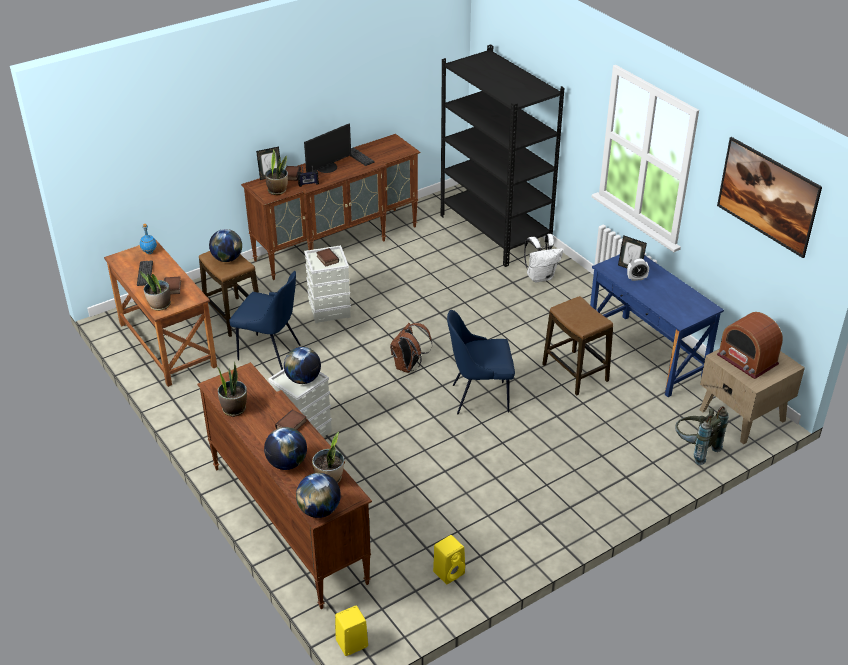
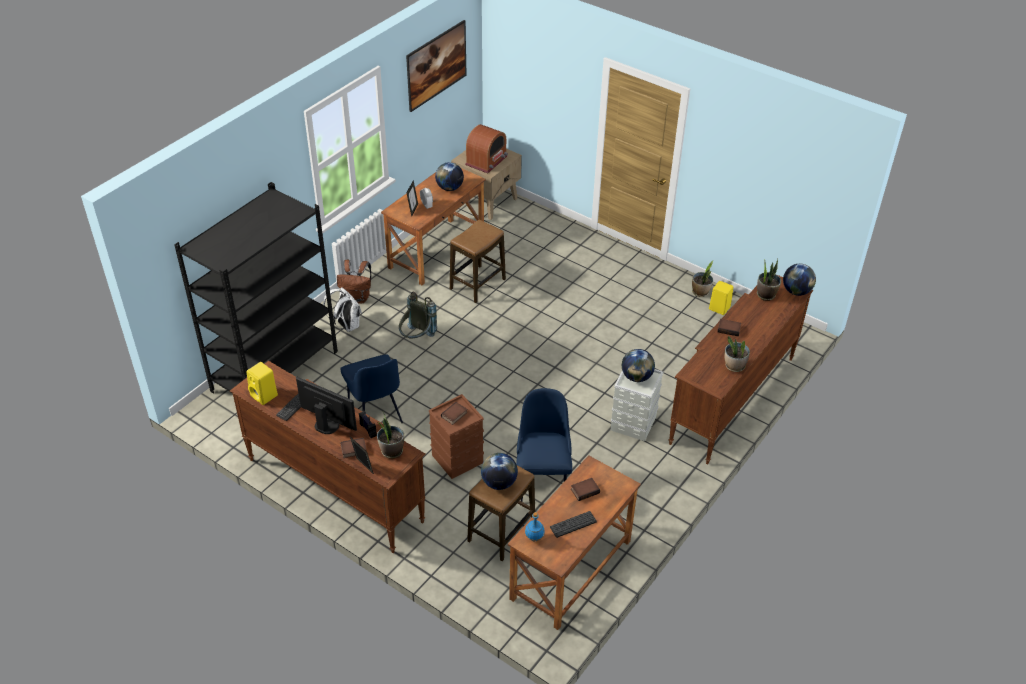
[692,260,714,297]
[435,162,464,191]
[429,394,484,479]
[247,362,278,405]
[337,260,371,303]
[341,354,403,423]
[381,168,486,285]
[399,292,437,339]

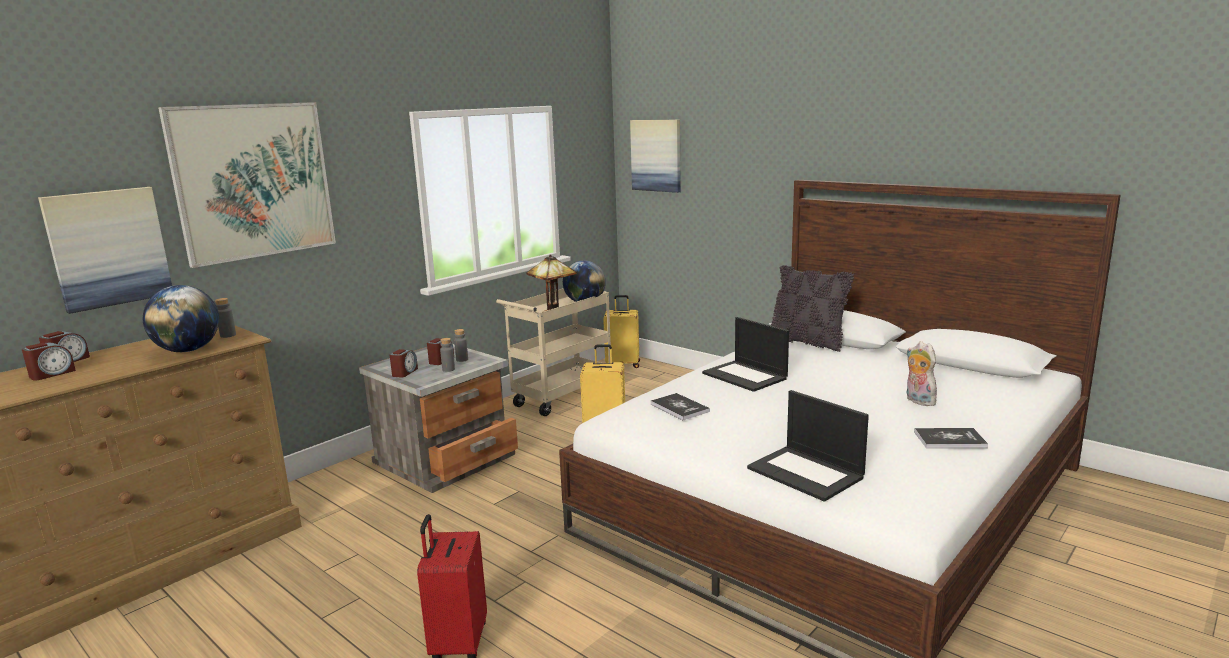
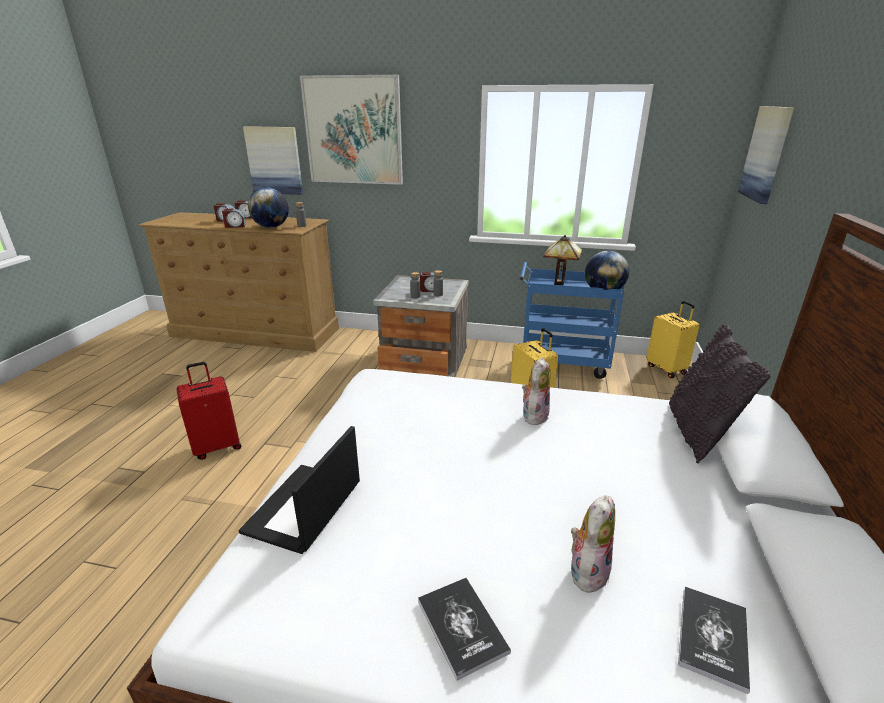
[222,209,246,228]
[520,262,624,379]
[678,586,750,694]
[522,358,550,425]

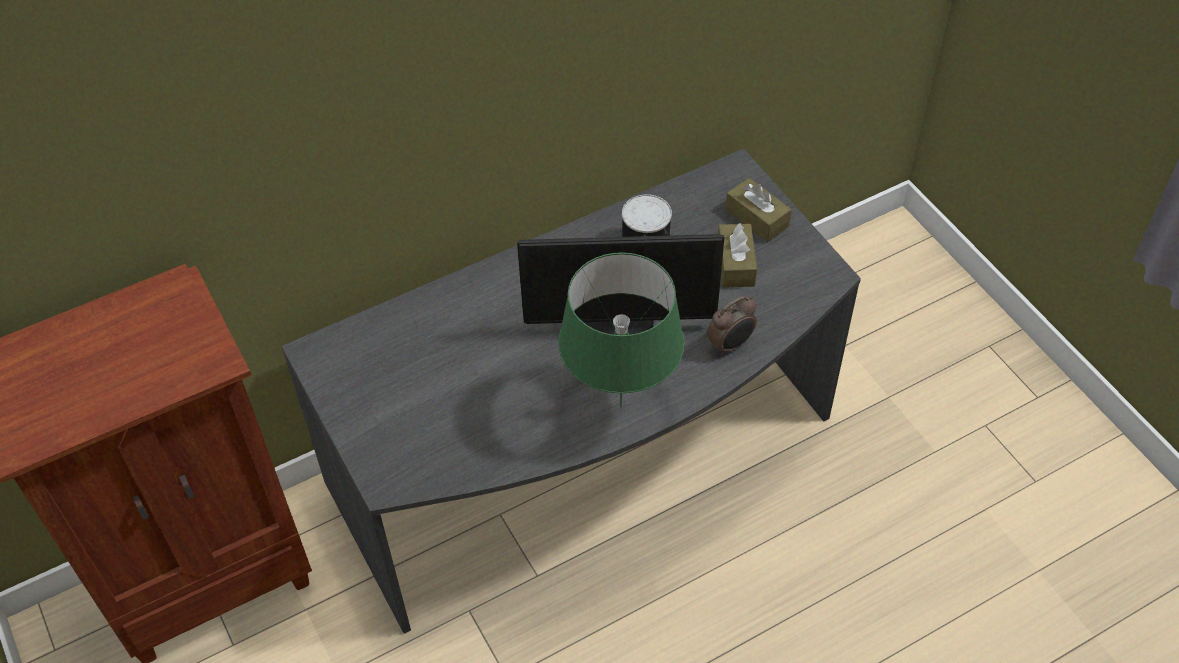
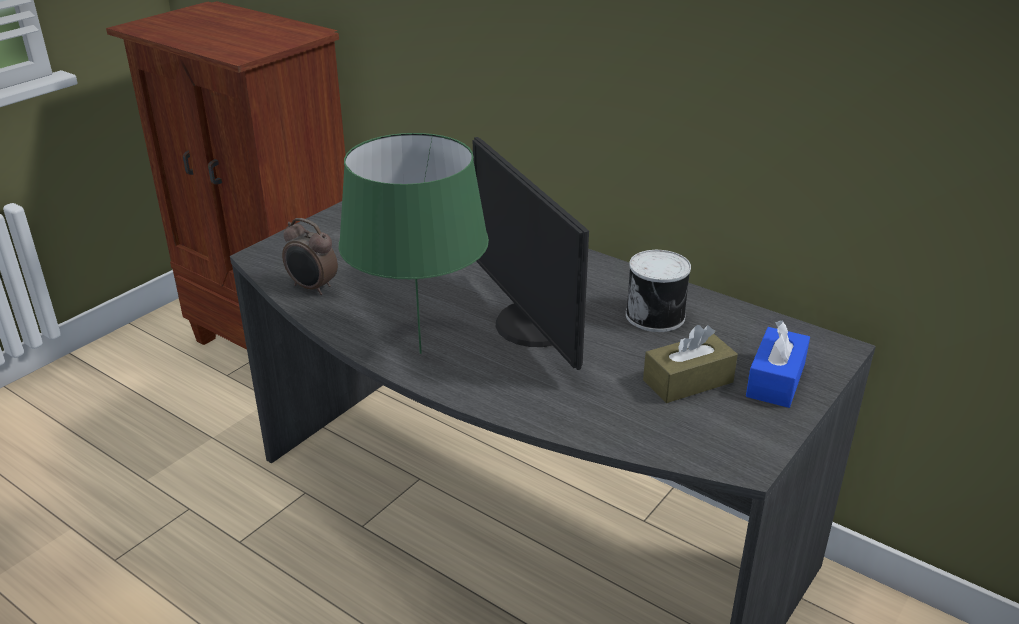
[282,218,338,295]
[746,320,810,408]

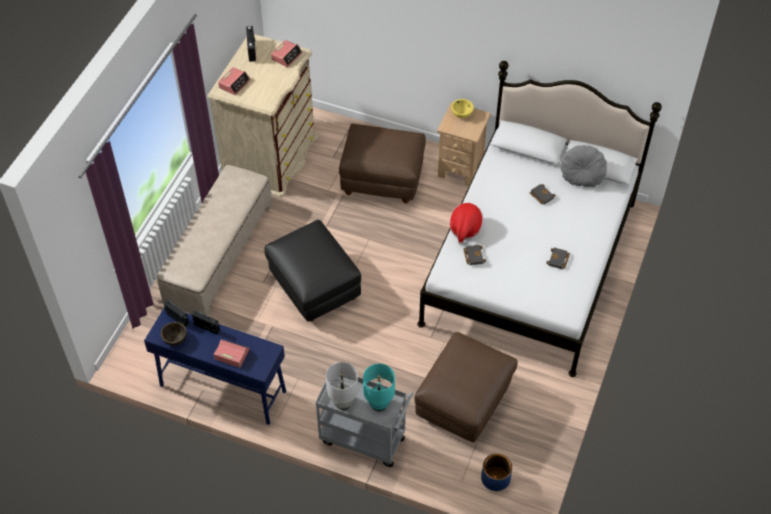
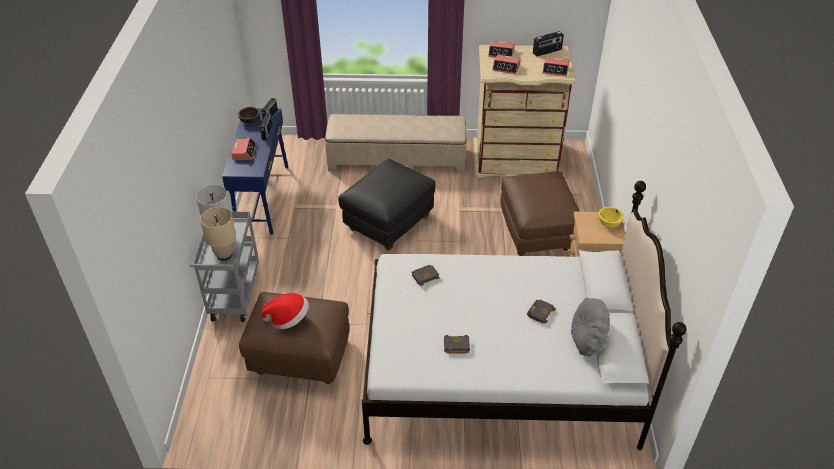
[200,207,236,261]
[262,293,309,329]
[481,453,512,491] (first image)
[492,54,521,74]

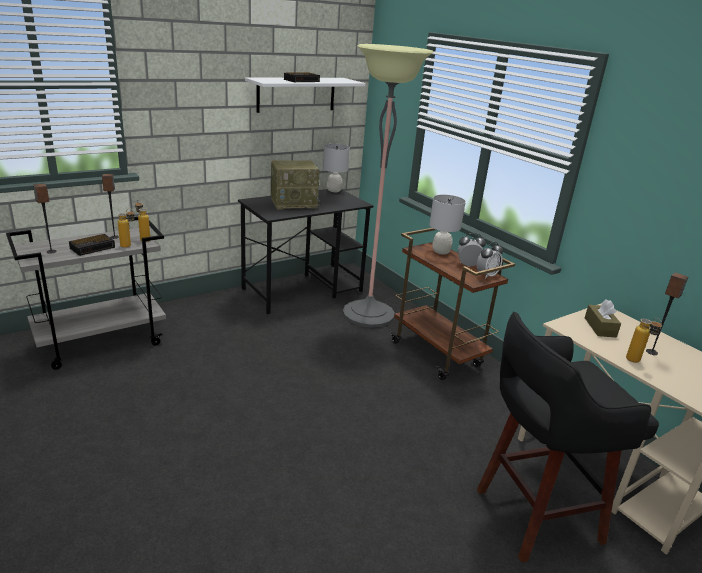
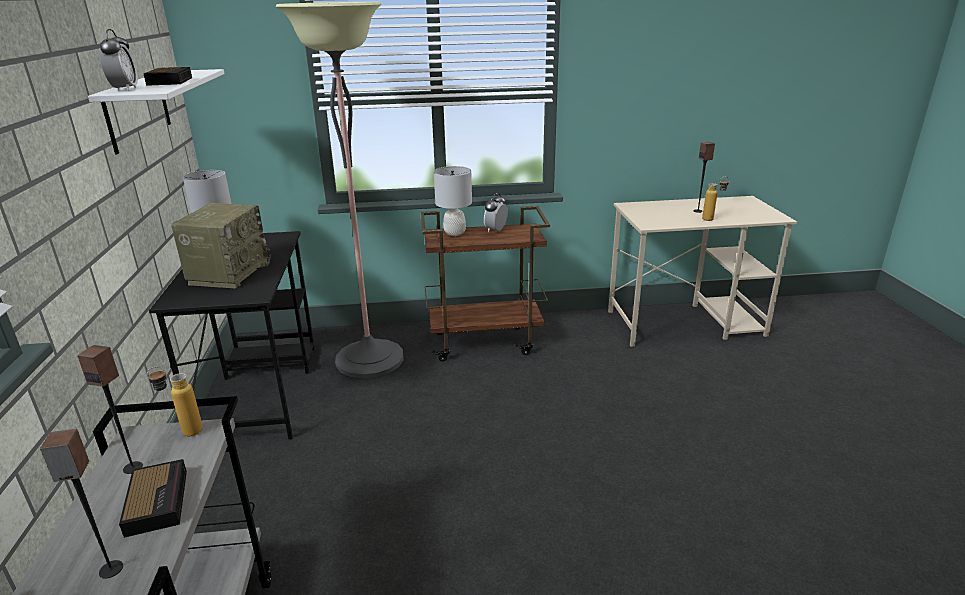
[118,208,135,248] (first image)
[99,29,138,91]
[477,311,659,562] (first image)
[585,299,621,337] (first image)

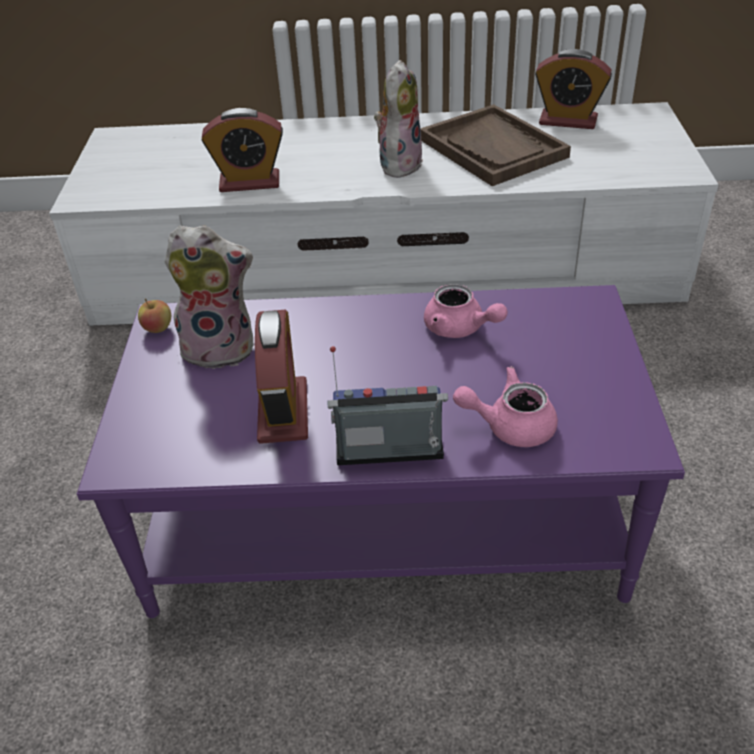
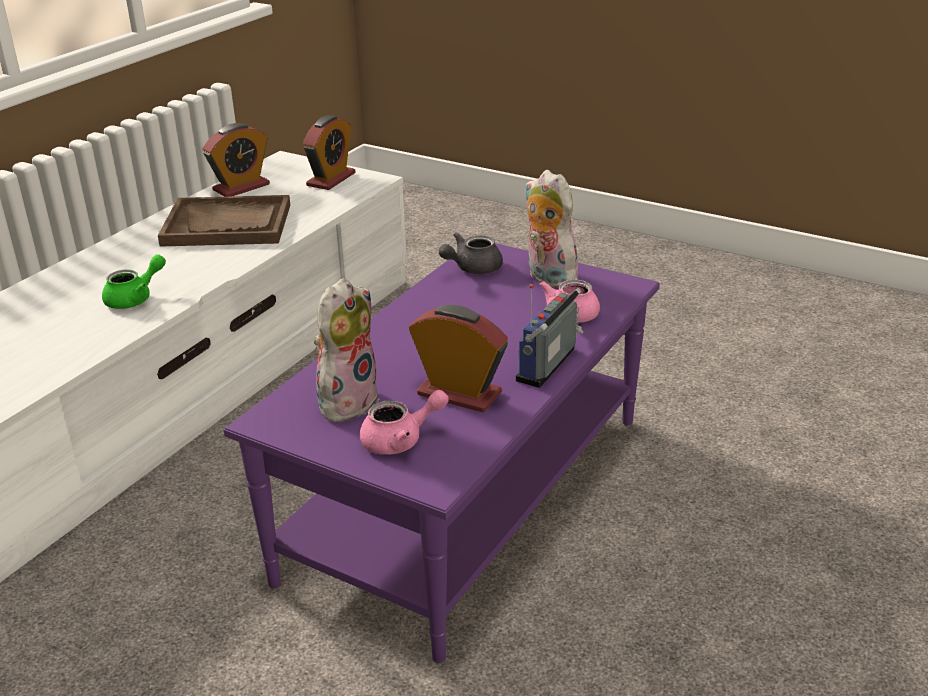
[138,299,171,333] (first image)
[302,115,355,190]
[526,170,578,289]
[360,390,449,455]
[102,254,166,309]
[439,232,503,274]

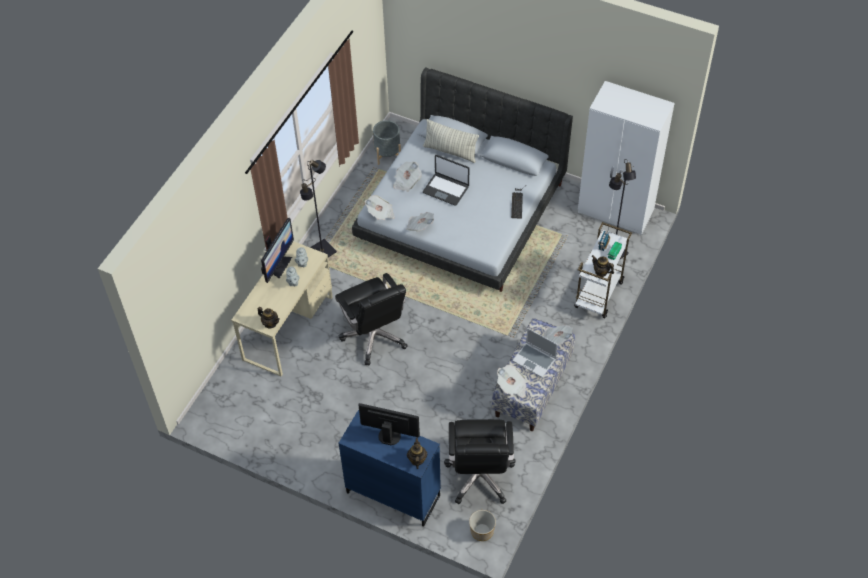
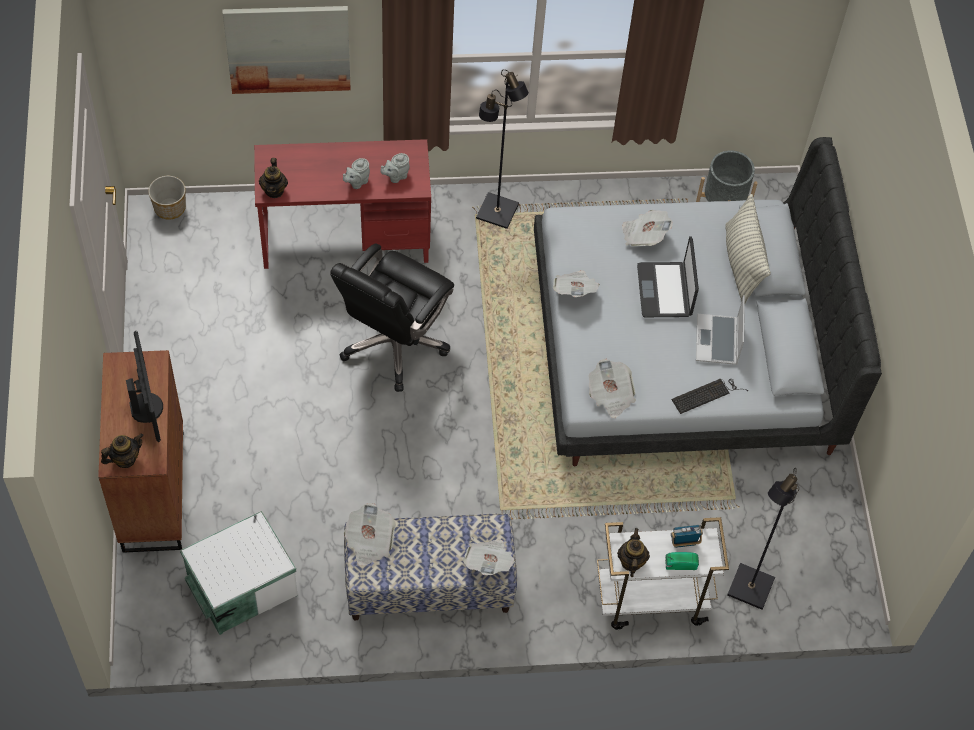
[254,139,431,269]
[261,218,294,283] (first image)
[98,350,183,553]
[588,359,636,418]
[180,511,298,635]
[148,176,186,220]
[696,295,745,365]
[578,81,674,235] (first image)
[223,6,351,94]

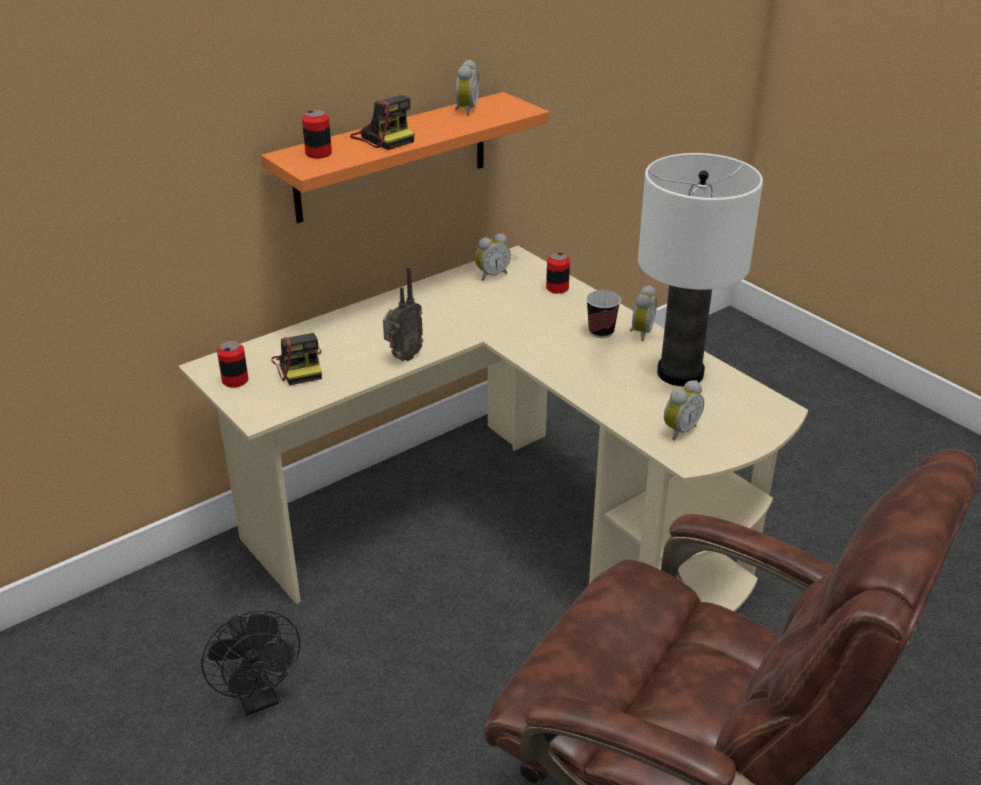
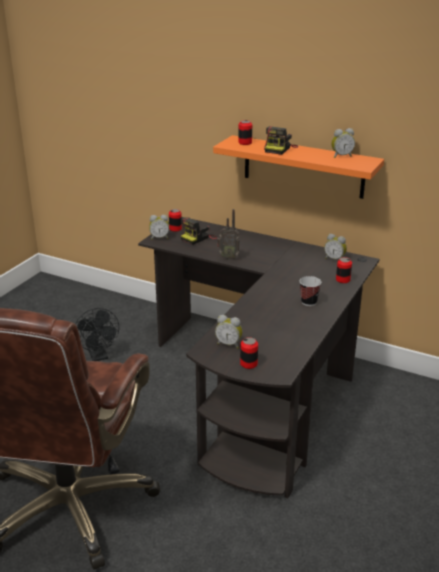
[138,217,380,498]
[75,308,119,361]
[149,215,169,240]
[638,153,763,386] (first image)
[240,337,258,369]

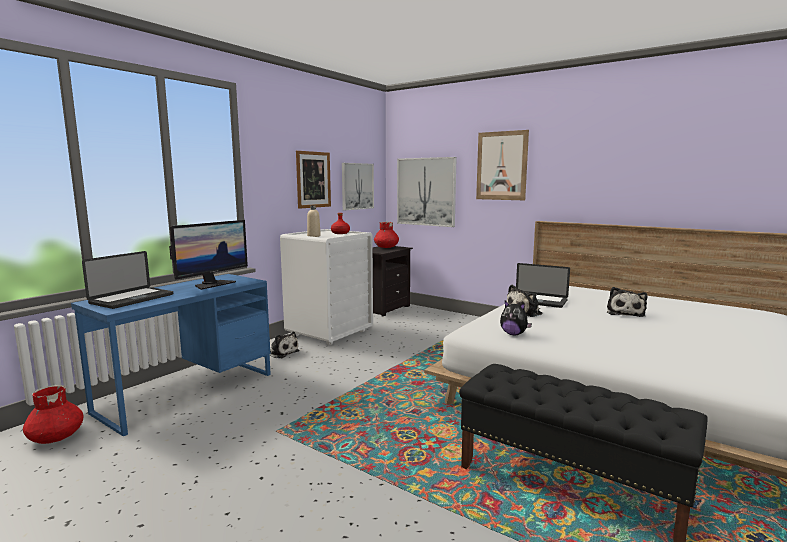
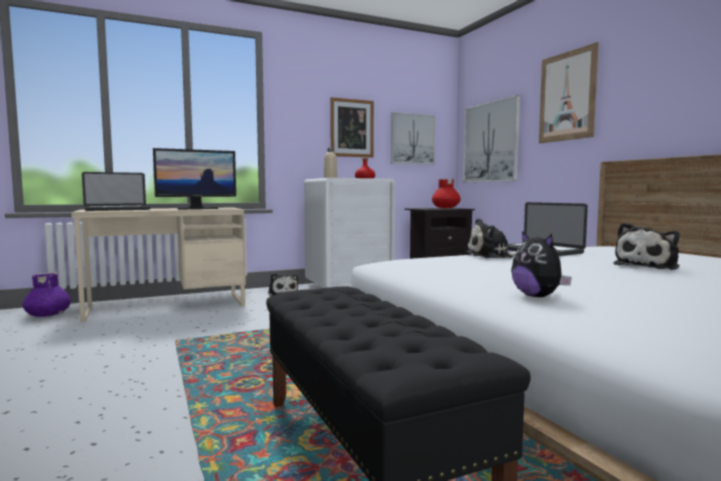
[22,273,71,317]
[71,207,246,322]
[511,231,572,297]

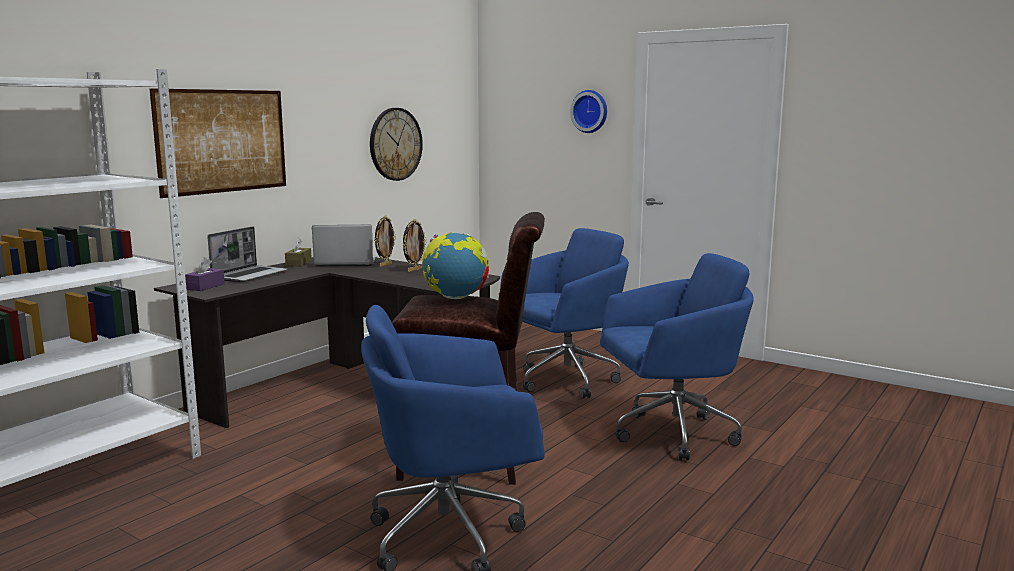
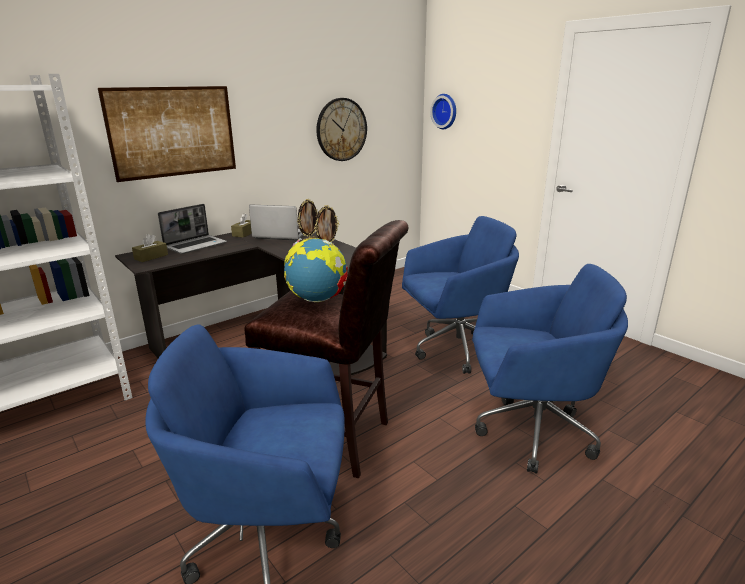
[132,234,168,262]
[430,94,456,129]

